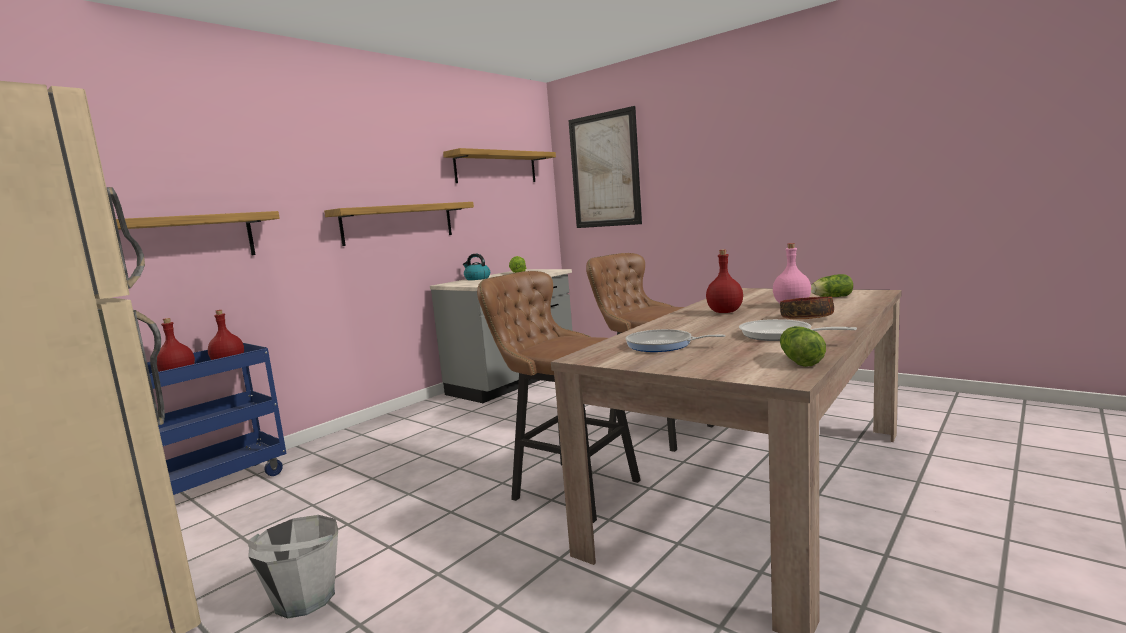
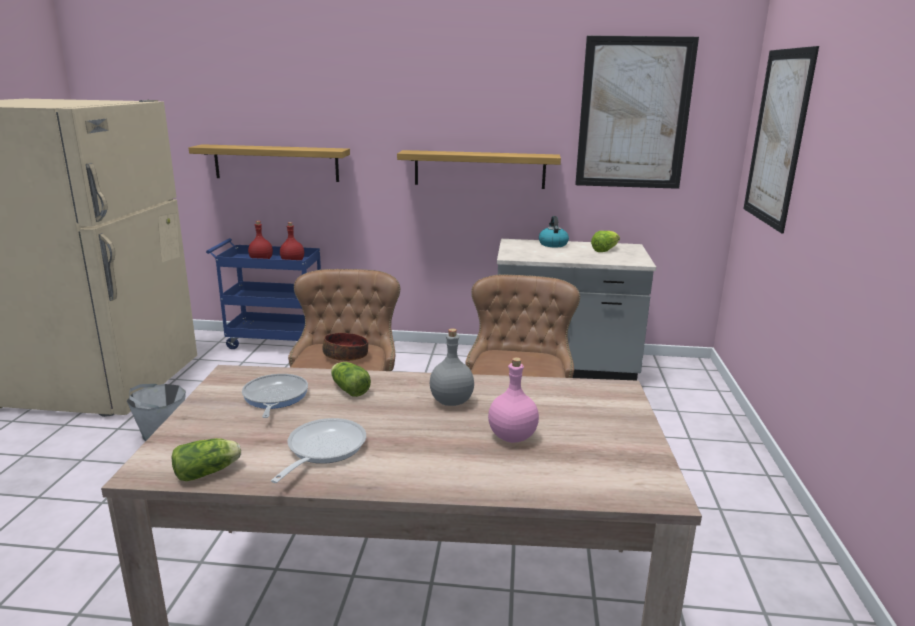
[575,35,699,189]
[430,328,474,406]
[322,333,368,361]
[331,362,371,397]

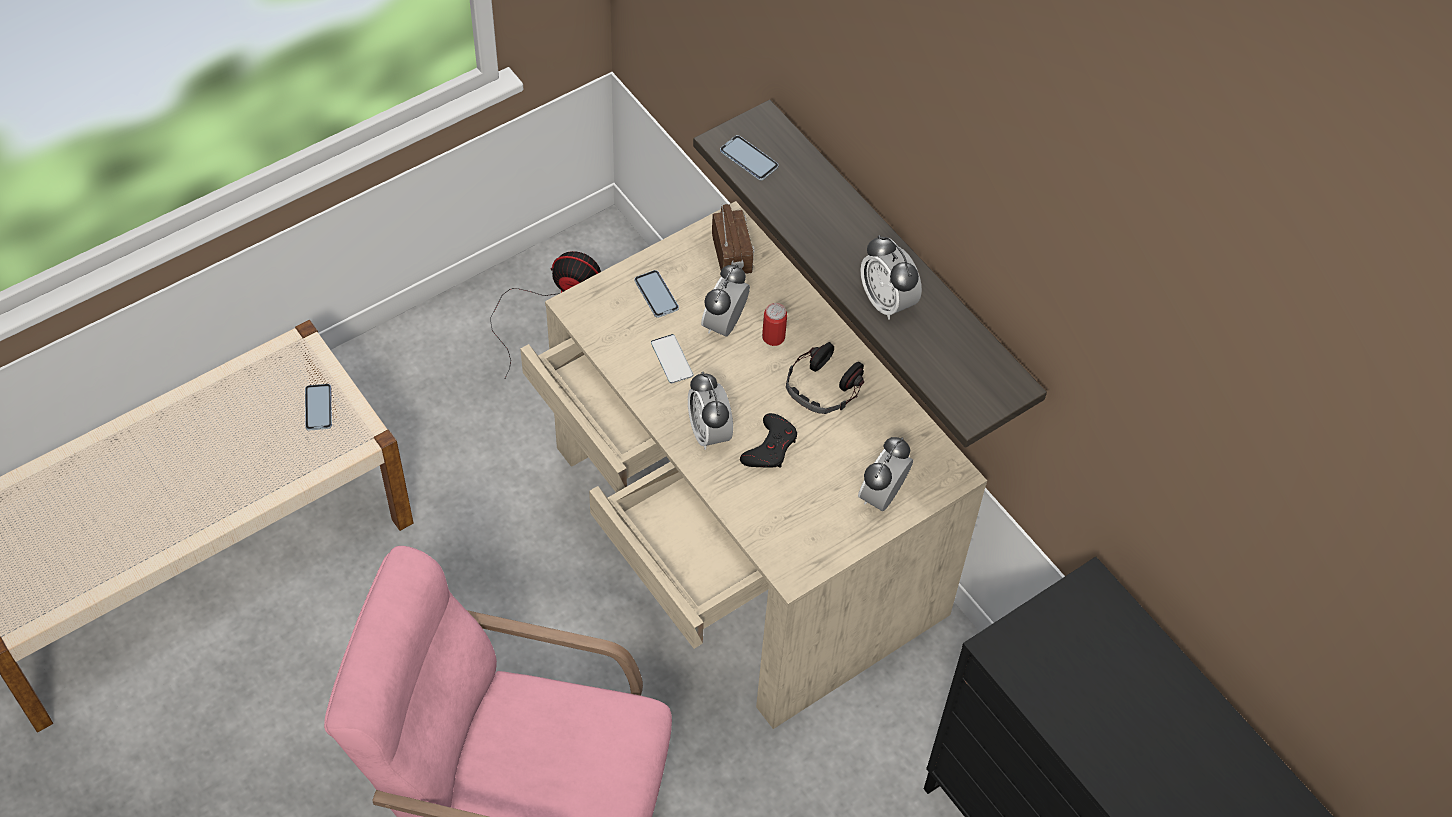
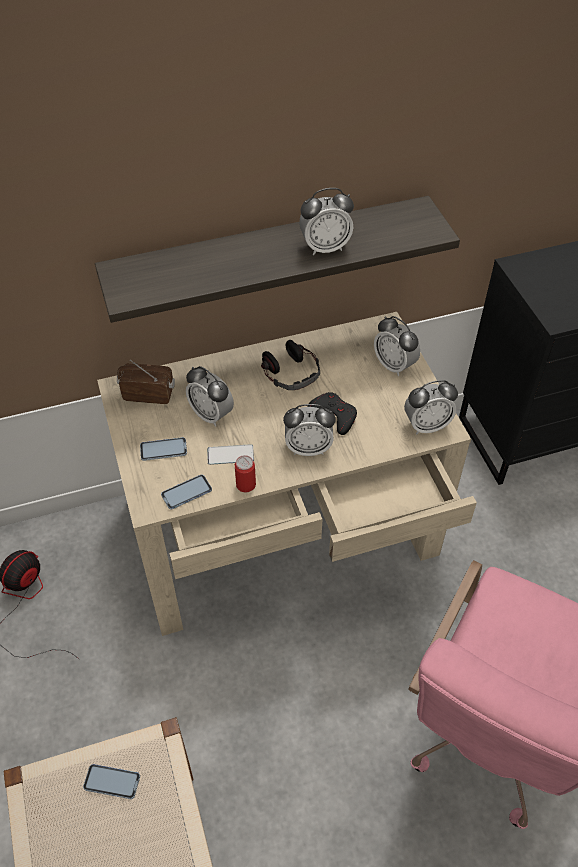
[161,474,212,510]
[235,455,256,493]
[404,380,458,434]

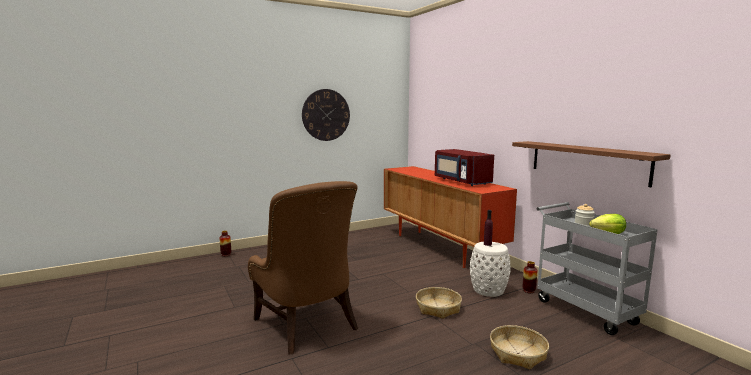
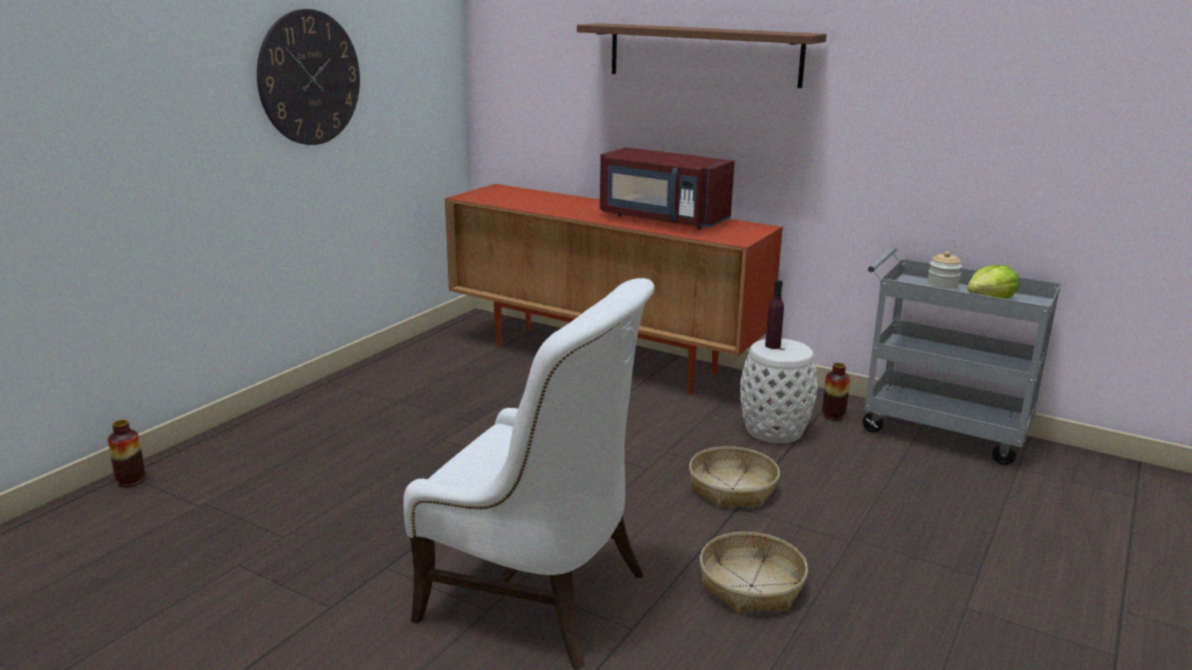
[403,278,654,670]
[700,532,808,614]
[577,23,827,88]

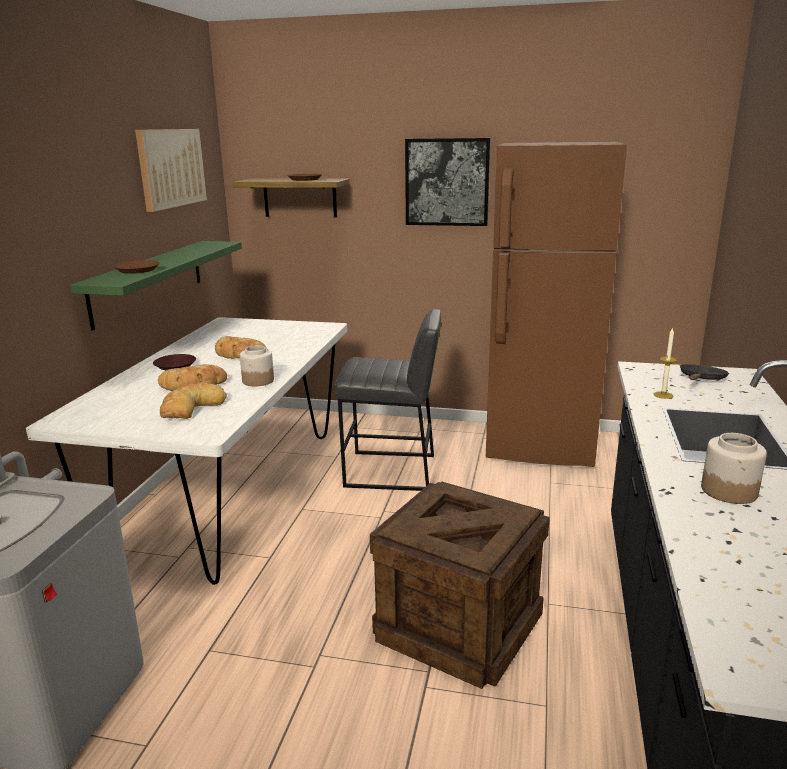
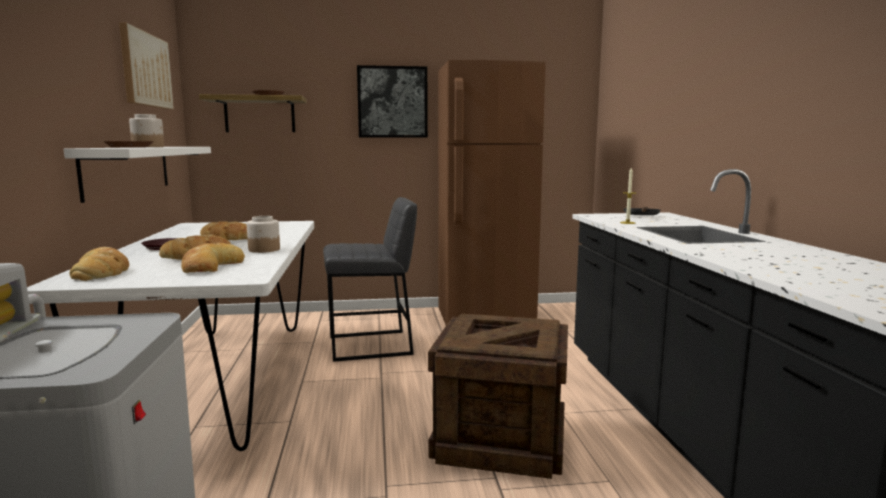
[64,147,211,203]
[129,114,164,147]
[69,247,129,281]

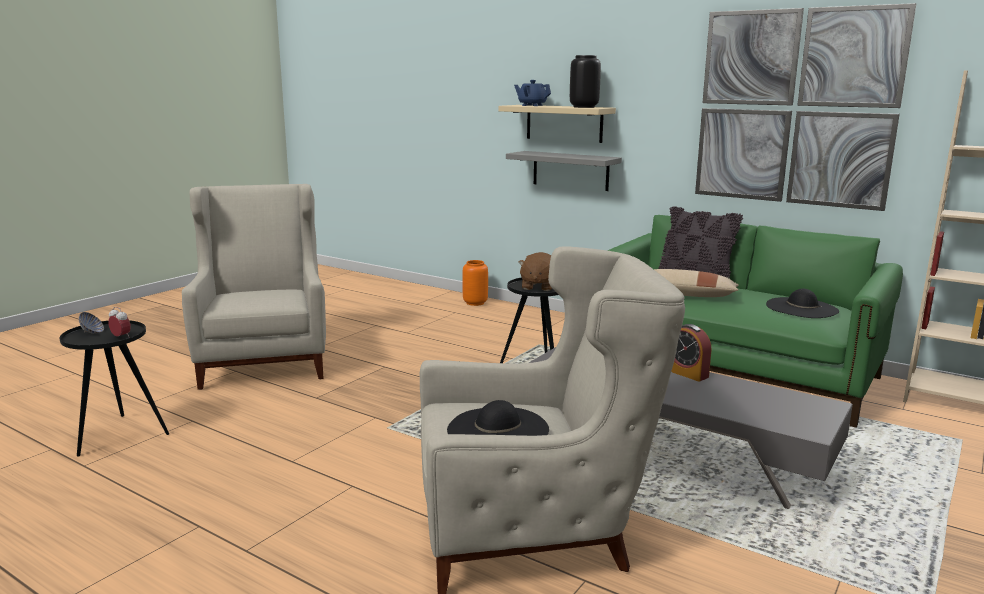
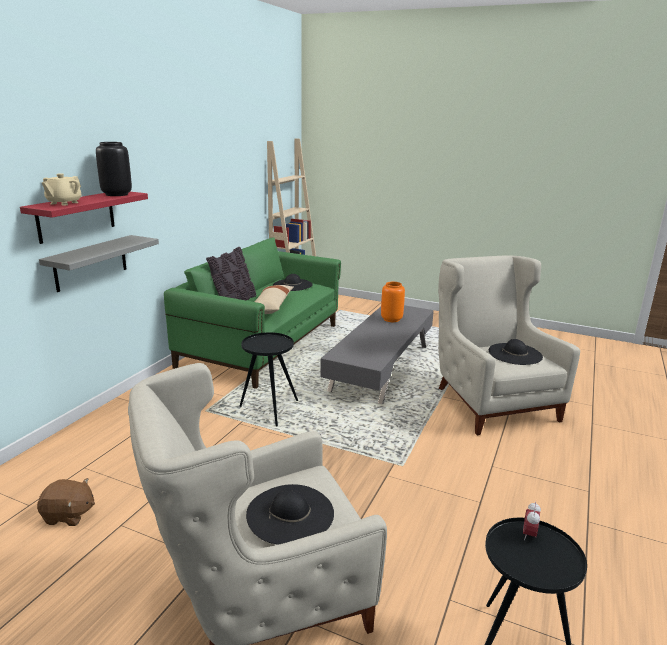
[79,312,104,334] (first image)
[381,282,405,322]
[20,192,148,244]
[42,173,82,206]
[37,478,95,526]
[671,324,711,382] (first image)
[695,3,916,211] (first image)
[246,484,334,545]

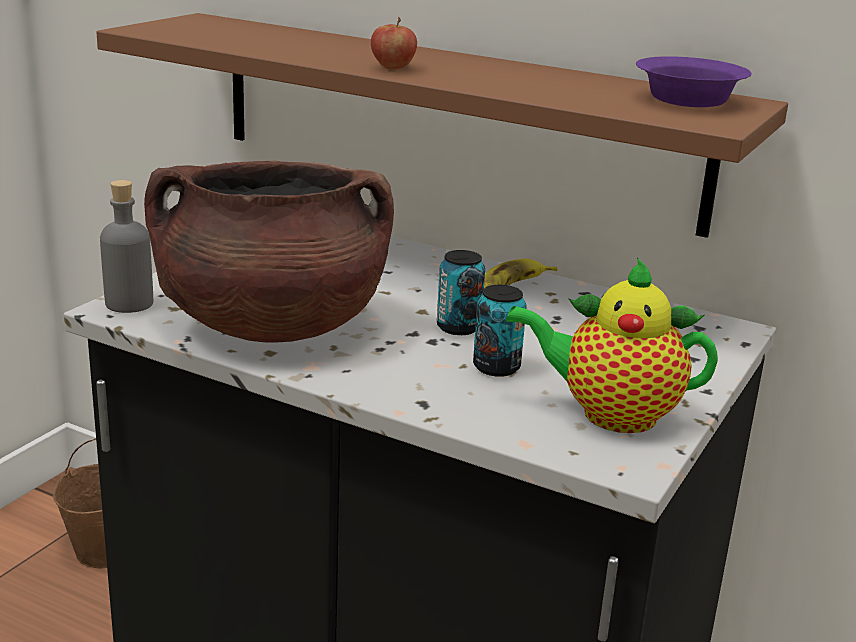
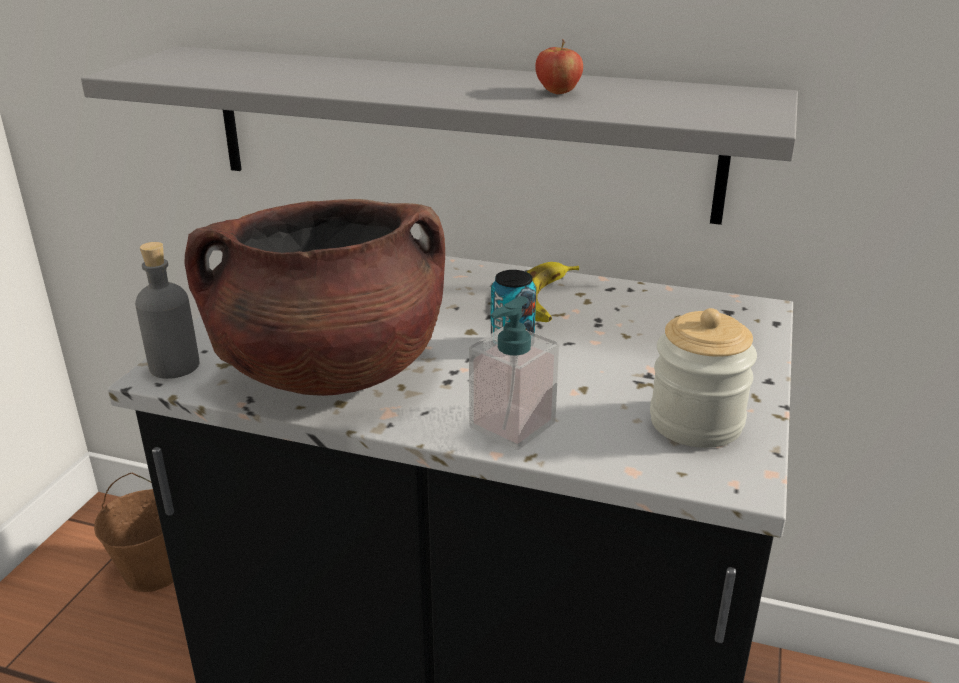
[81,46,798,225]
[535,39,583,94]
[473,285,526,377] (first image)
[650,308,757,448]
[636,56,752,107] (first image)
[469,296,559,450]

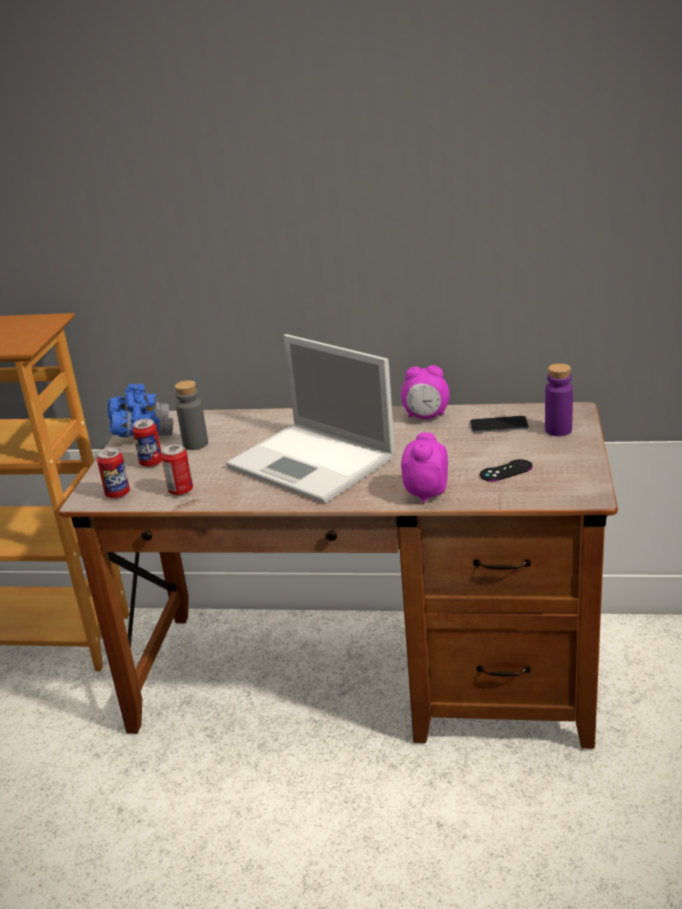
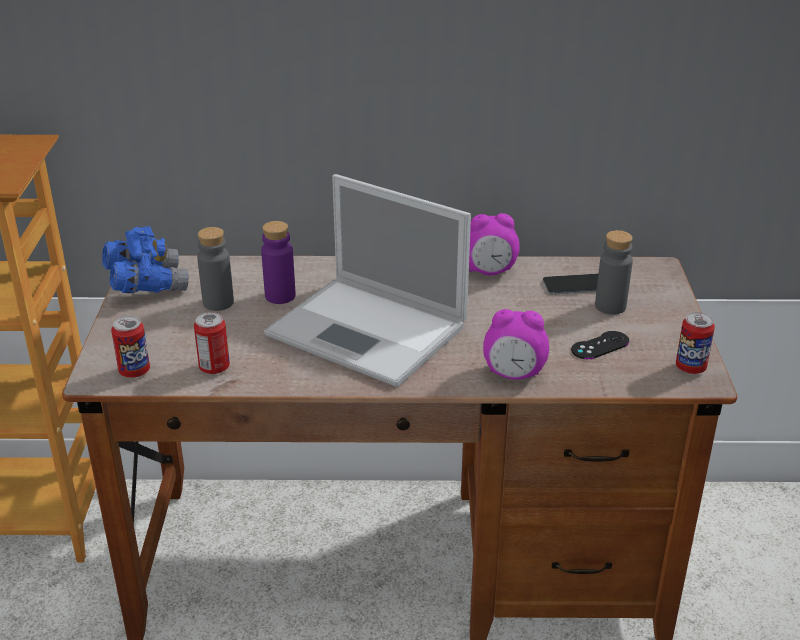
[676,312,715,374]
[483,309,549,380]
[261,221,295,304]
[595,230,633,315]

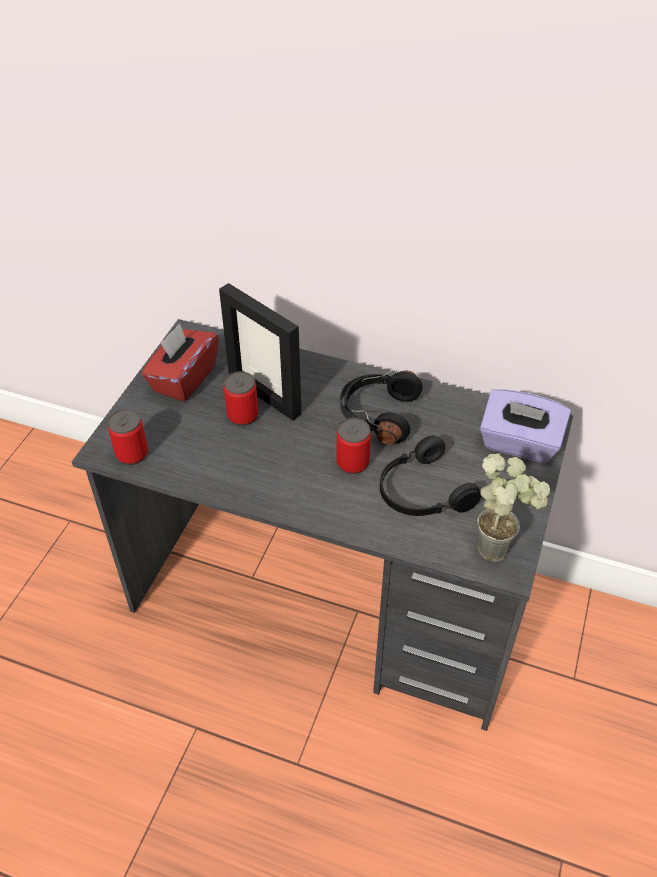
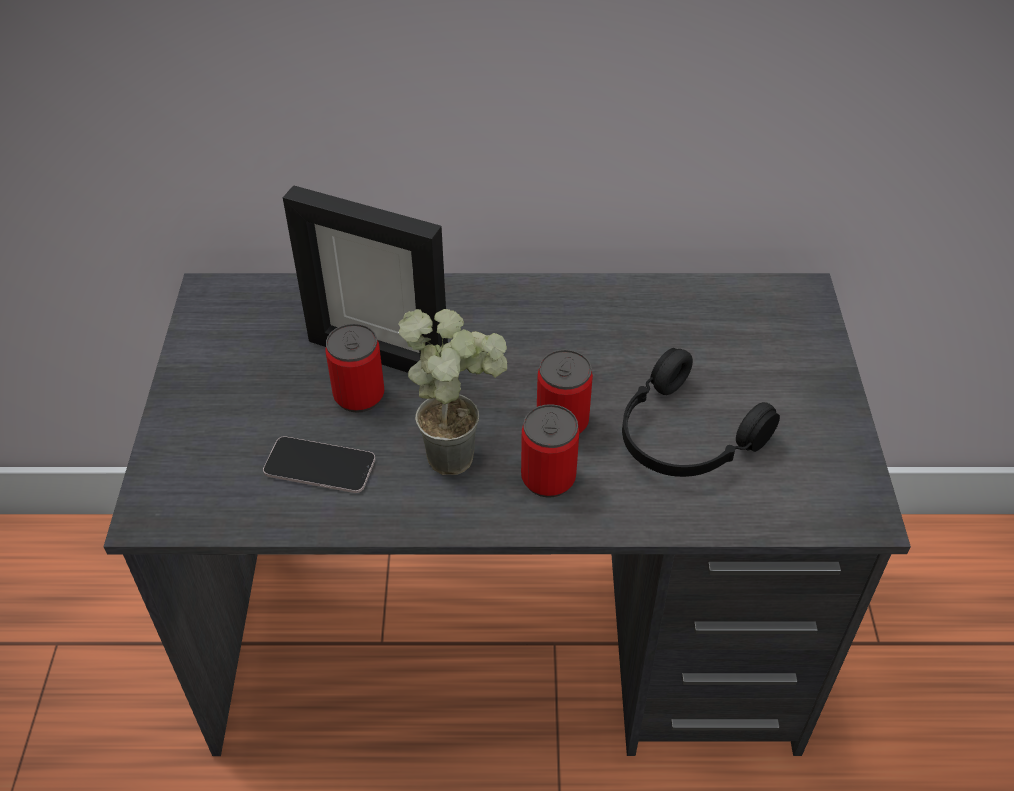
[521,404,579,498]
[141,323,218,402] (first image)
[340,370,423,445] (first image)
[398,309,507,475]
[480,389,571,463] (first image)
[263,436,375,493]

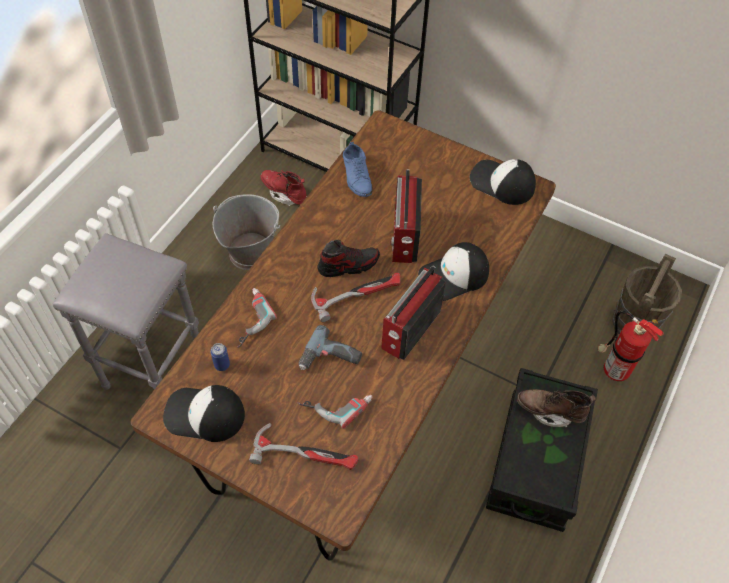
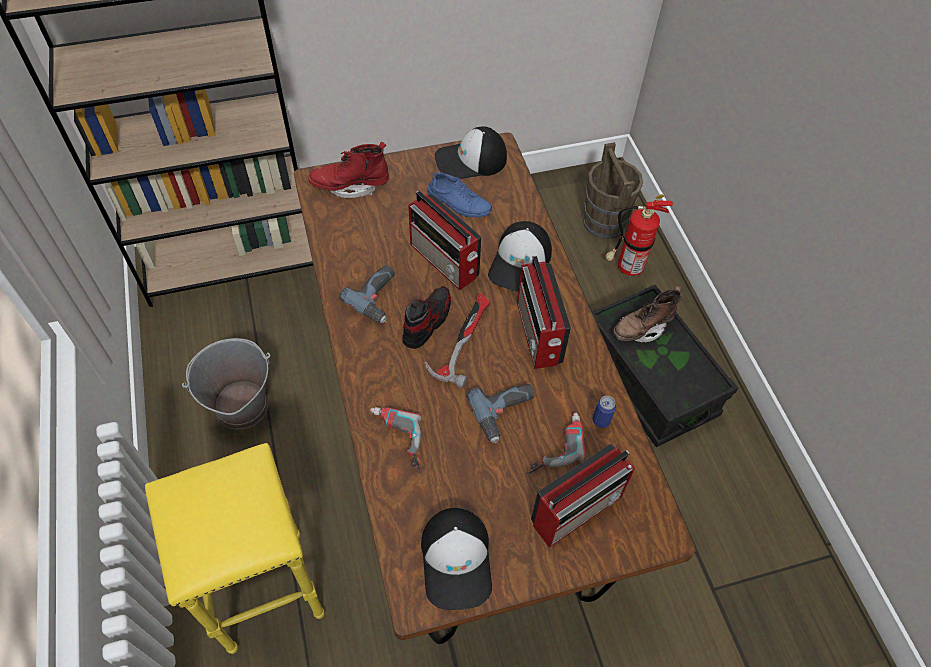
[145,443,325,654]
[421,508,492,610]
[593,396,616,428]
[531,444,635,548]
[308,142,389,198]
[427,172,492,217]
[339,265,395,323]

